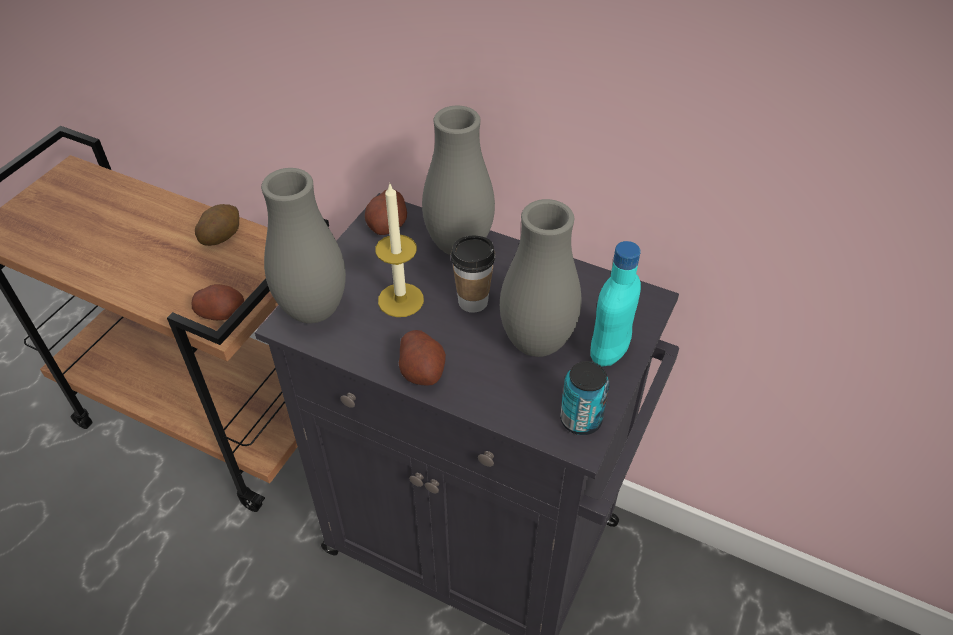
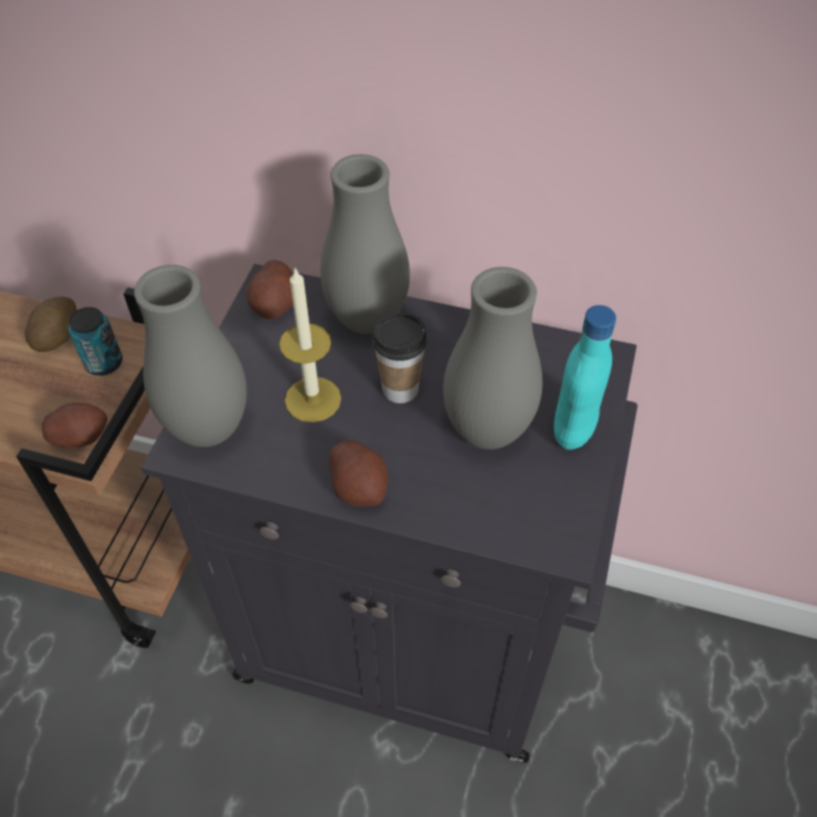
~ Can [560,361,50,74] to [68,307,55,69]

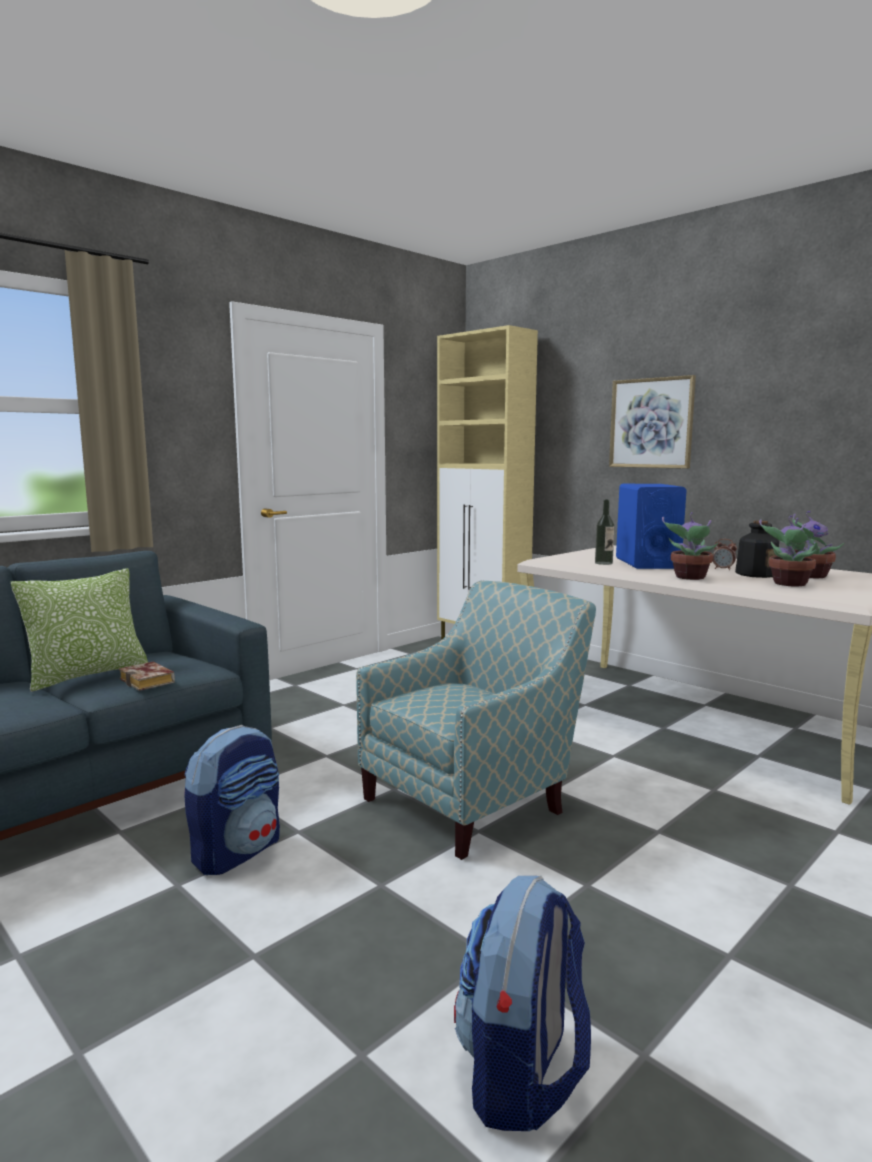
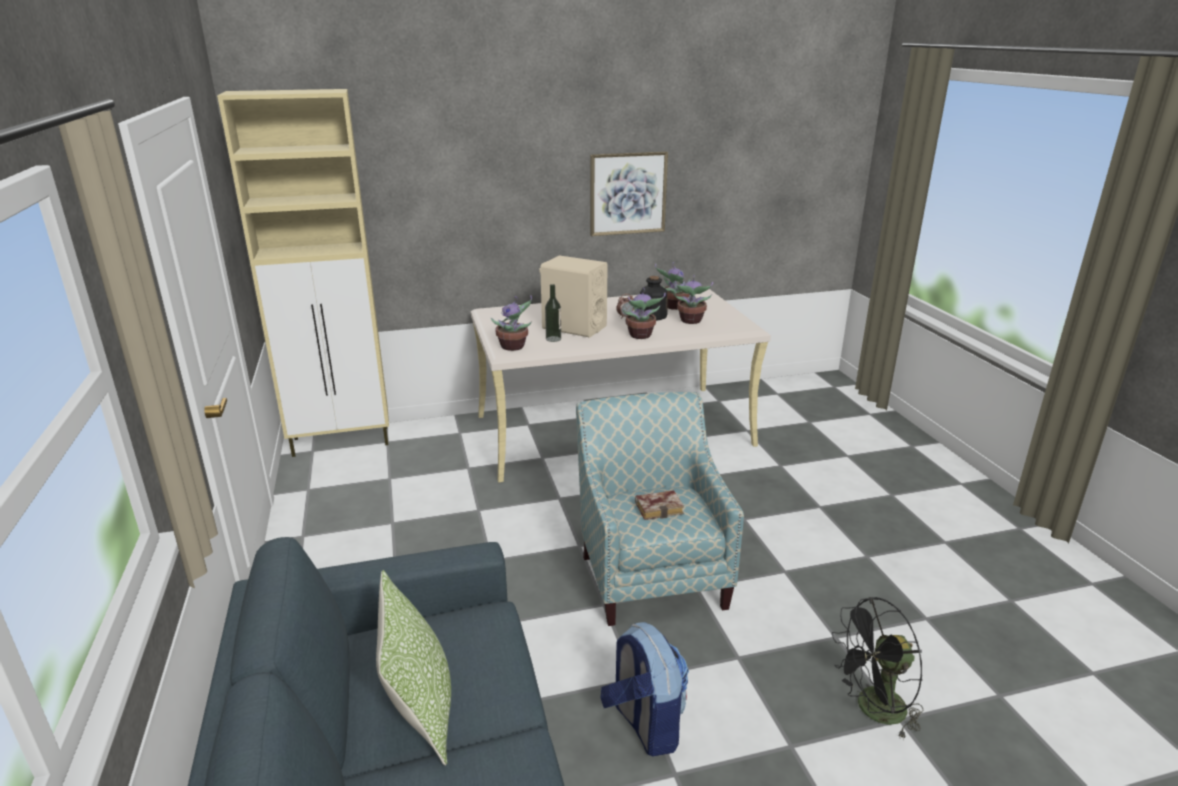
+ PottedPlant [491,295,41,56]
~ BlueSpeaker [616,484,71,85] to BeigeSpeaker [539,255,69,83]
~ Picture [609,375,87,94] to [590,151,78,85]
~ Book [119,661,56,30] to [635,490,49,30]
+ BlackFan [832,597,92,143]
- Backpack [454,876,137,255]

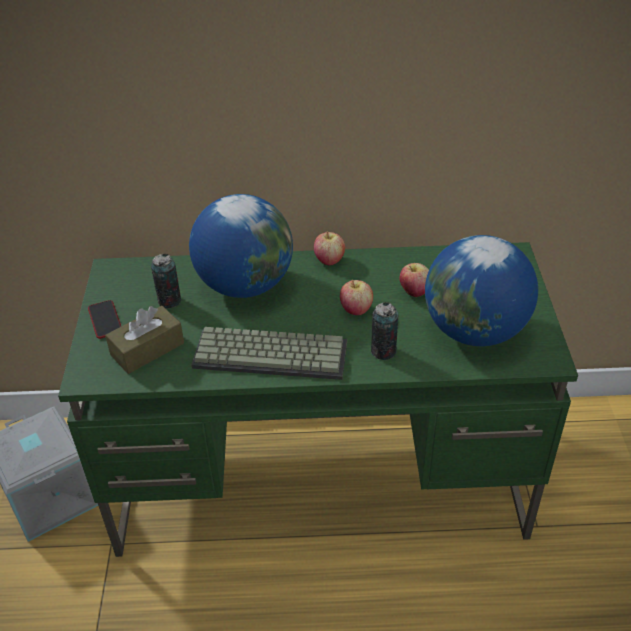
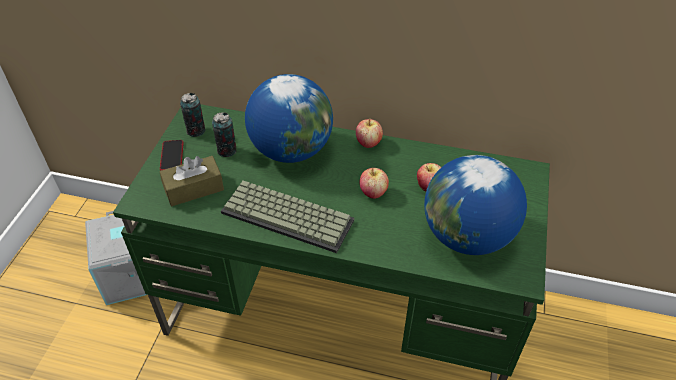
~ Can [371,302,27,58] to [180,93,25,44]

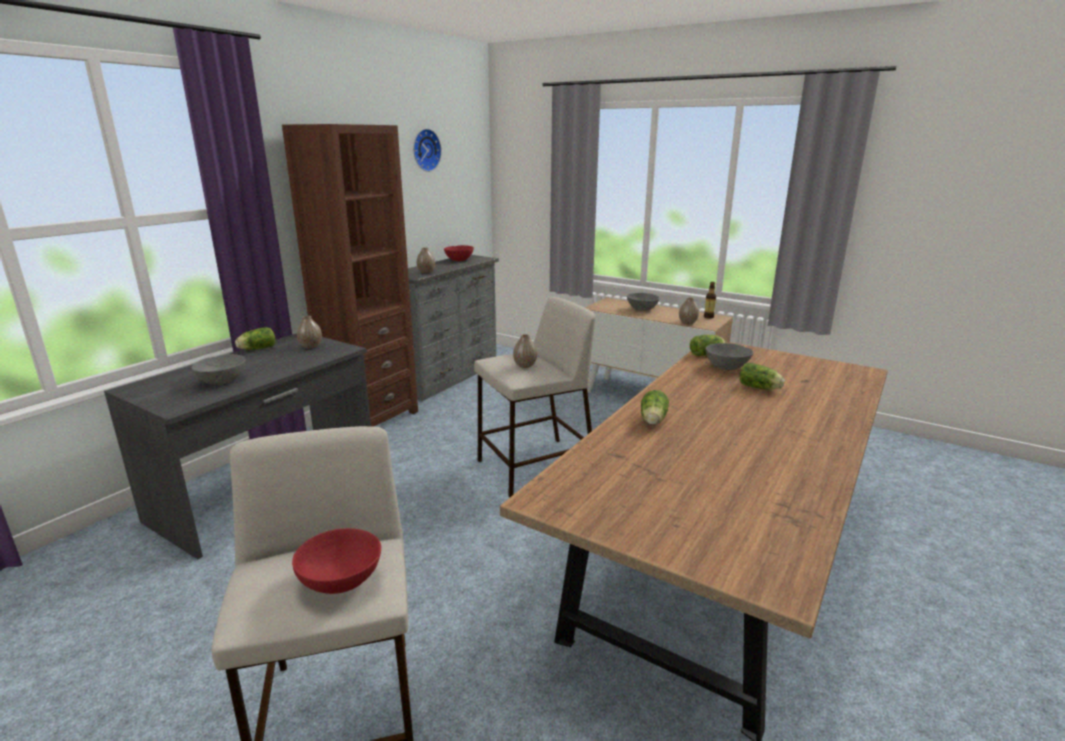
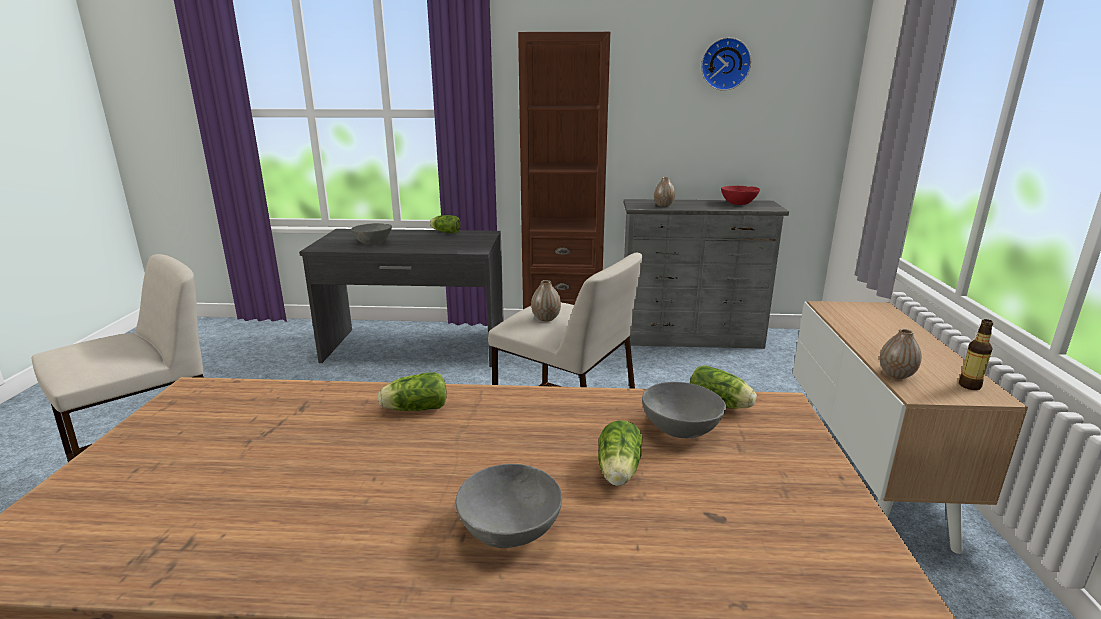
~ GreyBowl [627,293,32,18] to [456,464,106,84]
- RedBowl [292,528,89,66]
- Vase [297,316,25,32]

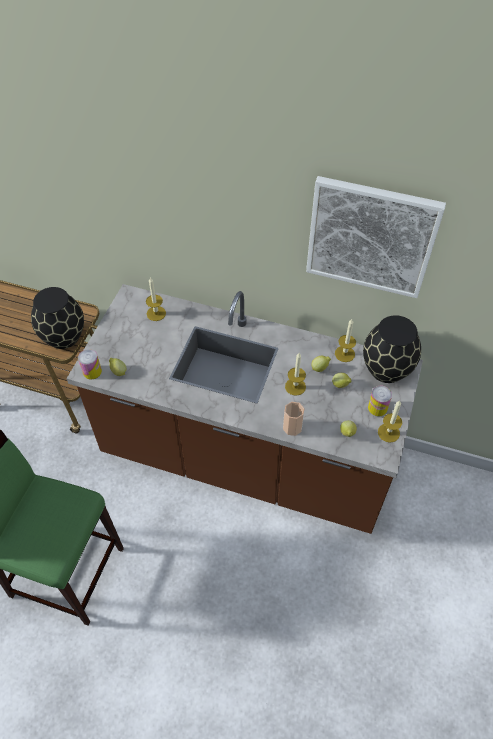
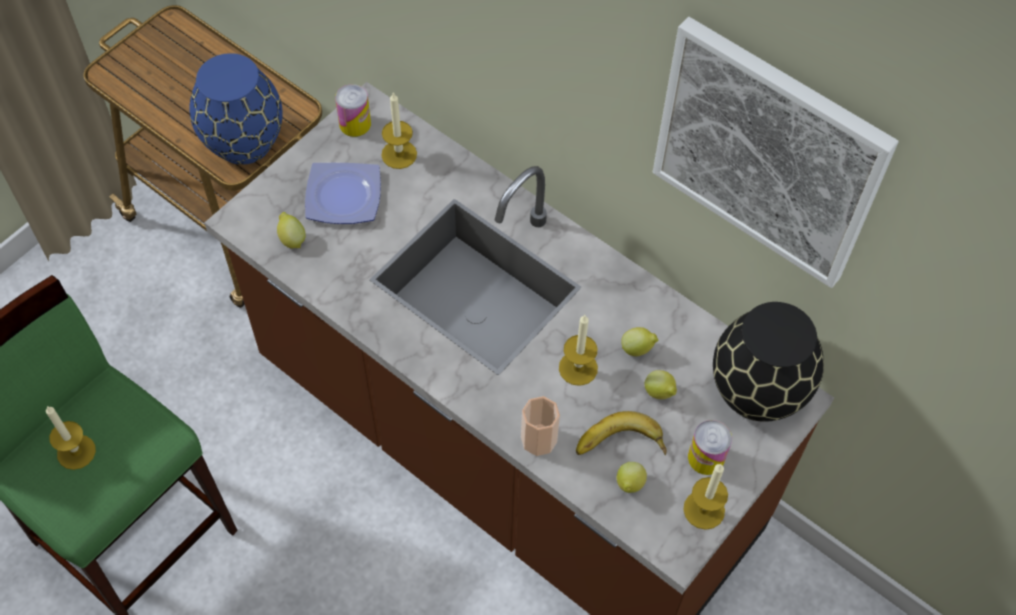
~ Candle [335,319,21,43] to [46,406,50,64]
~ BlackVase [31,287,53,62] to BlueVase [189,53,94,112]
+ Plate [305,163,76,61]
~ Can [78,349,24,30] to [335,84,36,53]
+ Banana [576,411,91,44]

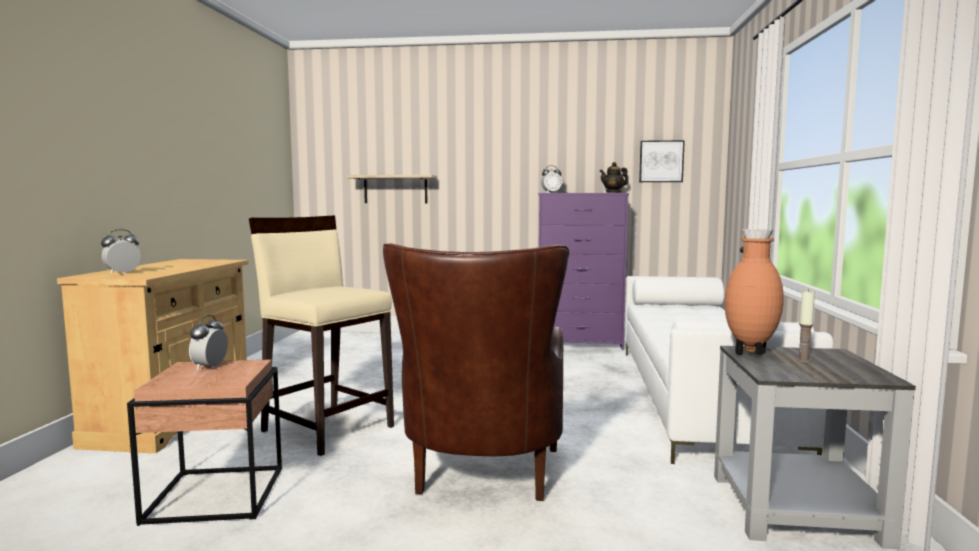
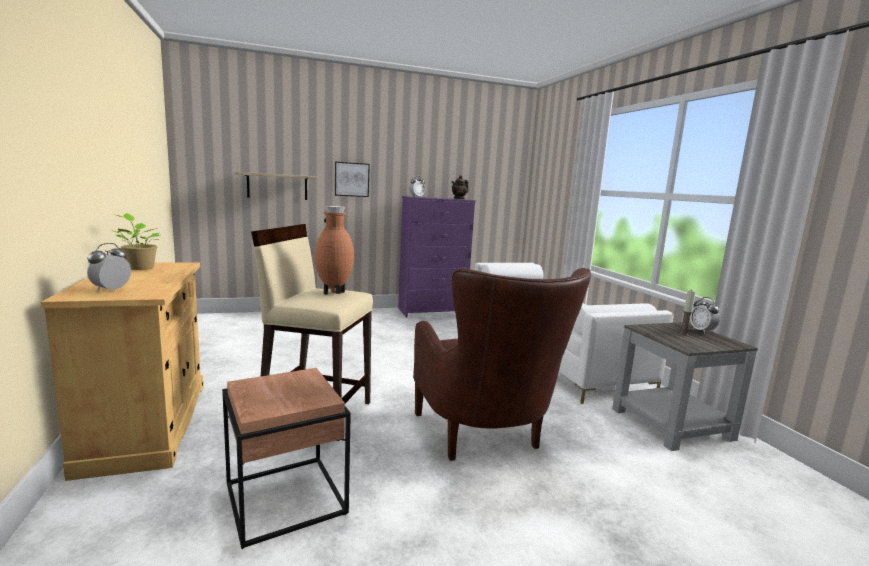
+ PottedPlant [110,213,51,57]
~ BrownVase [725,229,59,126] to [315,206,39,89]
~ Picture [639,140,46,42] to [335,162,35,35]
~ AlarmClock [189,315,39,55] to [690,297,30,37]

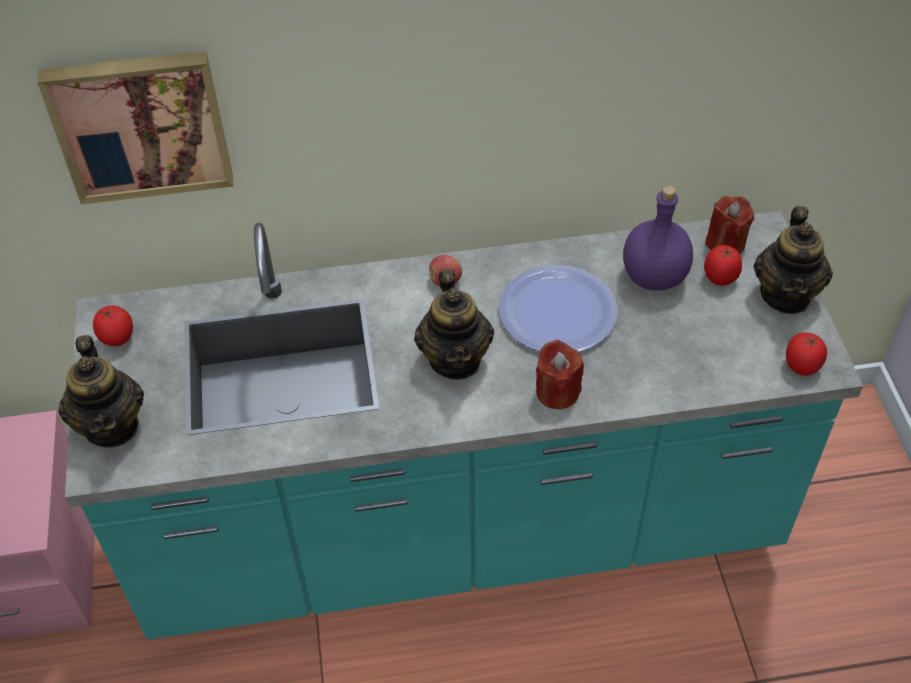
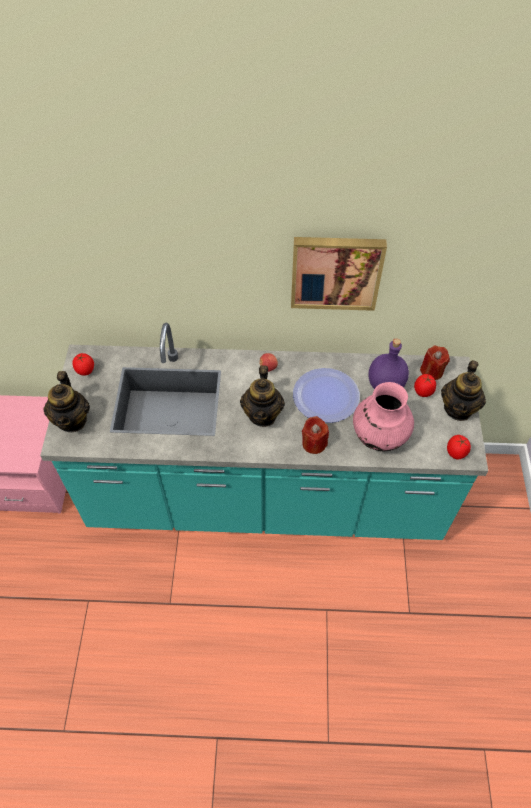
~ Picture [37,51,197,154] to [291,237,96,74]
+ PinkVase [353,382,61,69]

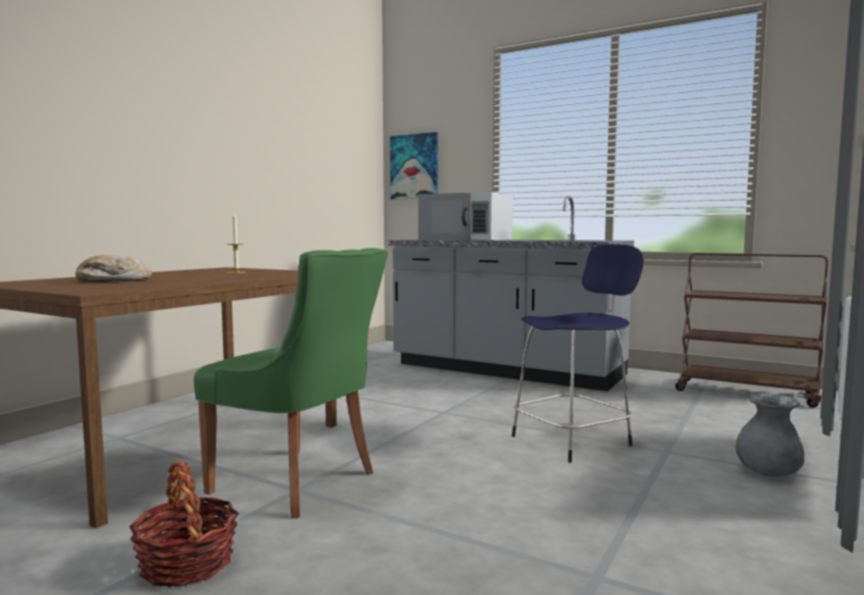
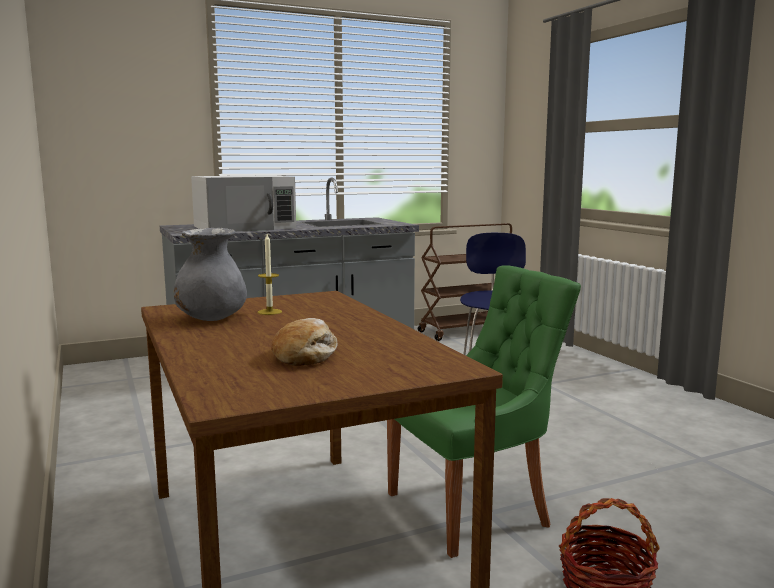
~ GreyVase [736,393,69,84] to [174,228,73,93]
- Picture [390,132,48,68]

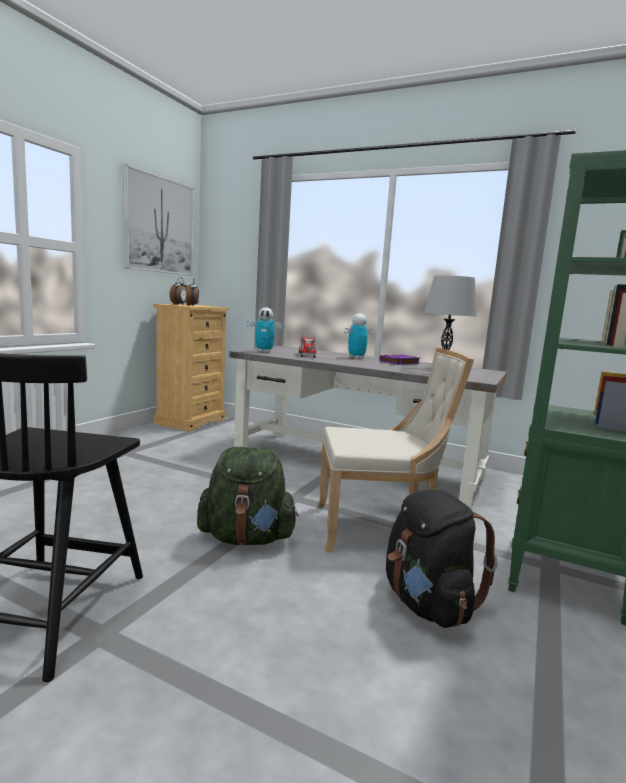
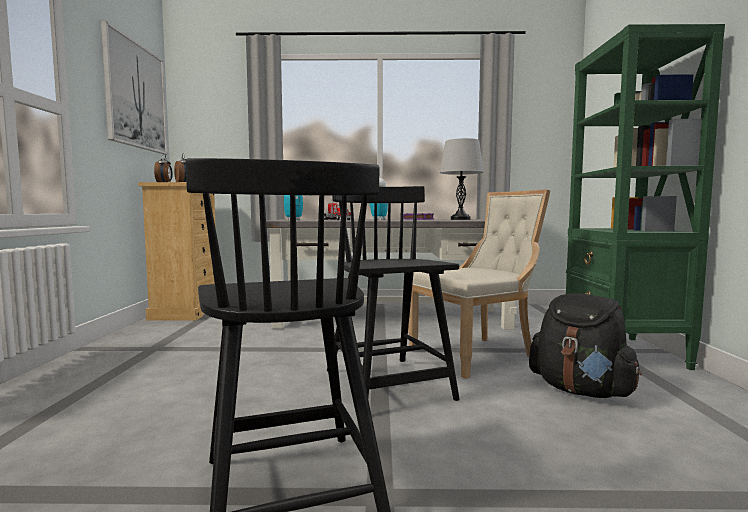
~ GreenBackpack [197,447,102,98] to BlackChair [327,186,133,215]

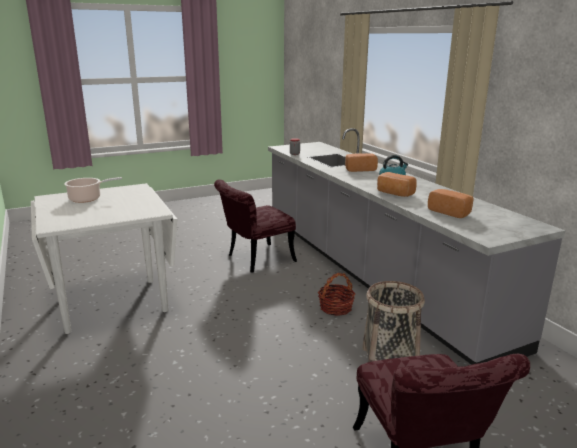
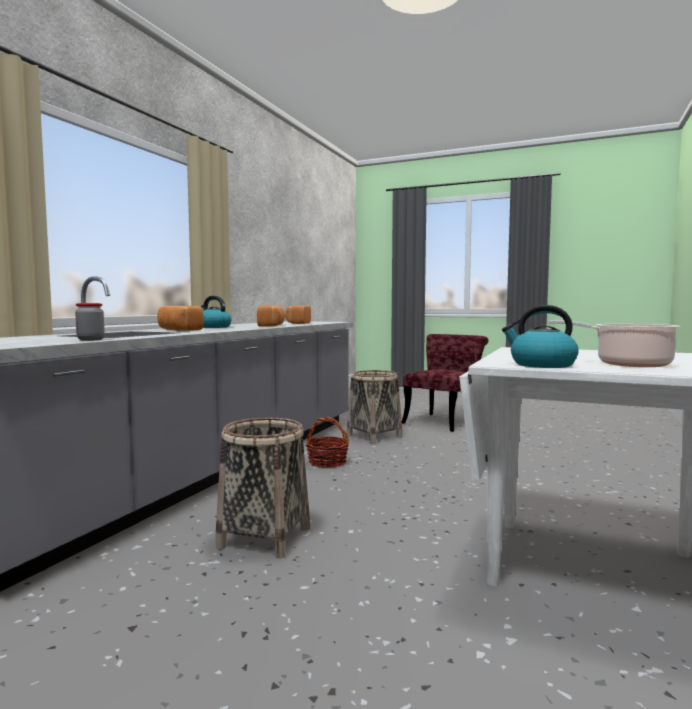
~ RedChair [214,179,83,94] to Basket [215,418,95,141]
+ Kettle [502,305,77,63]

